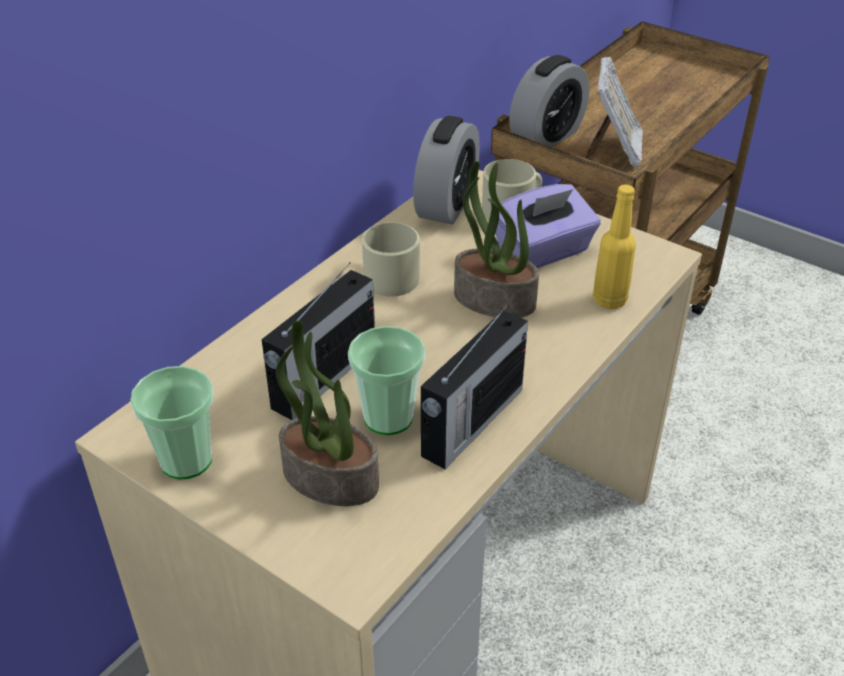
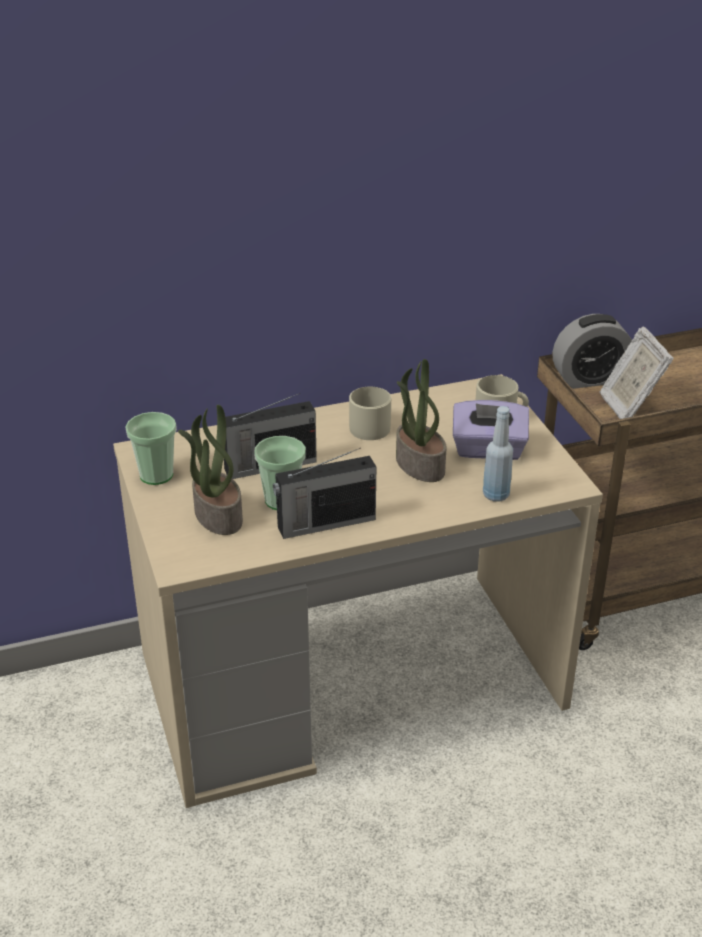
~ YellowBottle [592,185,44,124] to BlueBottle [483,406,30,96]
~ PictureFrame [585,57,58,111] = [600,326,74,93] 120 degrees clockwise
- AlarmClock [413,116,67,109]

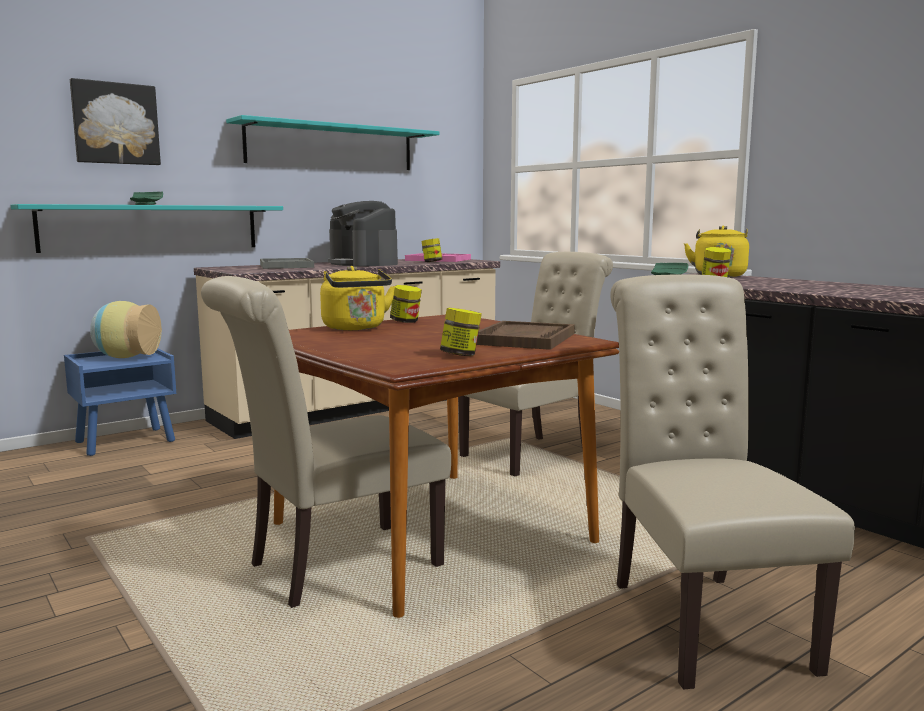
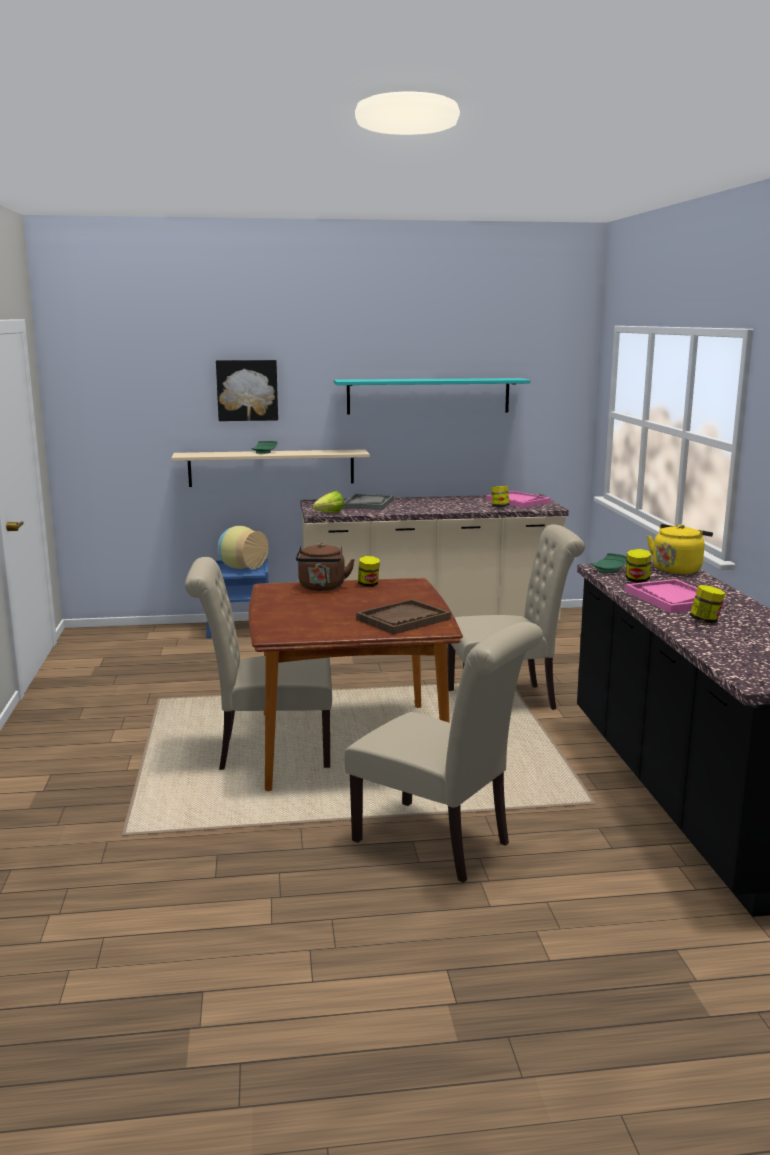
~ TurquoiseShelf [11,204,272,49] to BeigeShelf [171,449,199,38]
~ YellowKettle [320,266,75,64] to BrownKettle [296,543,59,48]
+ Lettuce [313,491,31,22]
~ BeigeChair [610,274,245,416] = [344,622,199,261] 105 degrees clockwise
+ PinkTray [625,579,100,34]
~ Jar [440,308,42,48] to [690,585,36,38]
- CoffeeMachine [328,201,70,66]

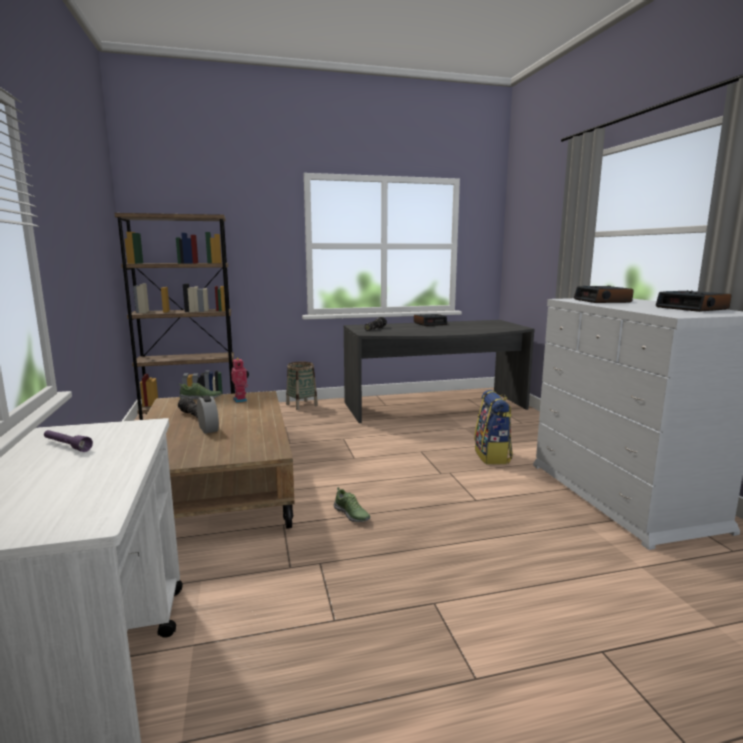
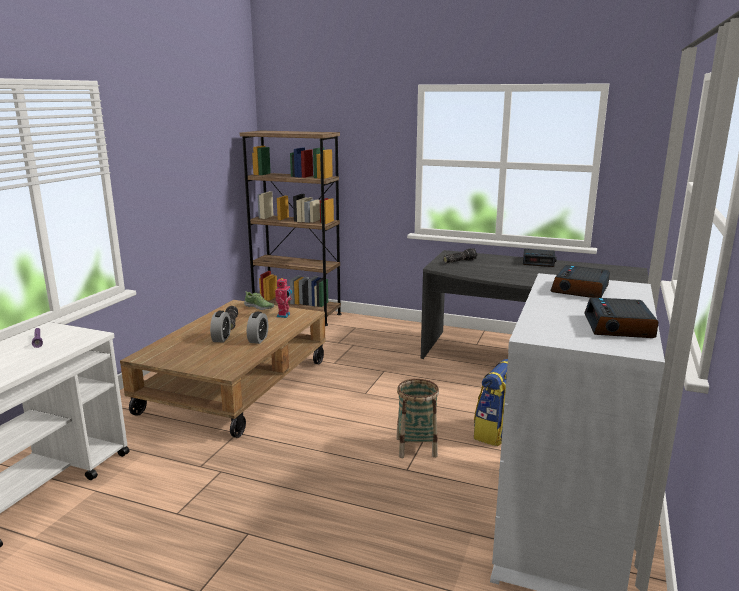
+ AlarmClock [247,312,21,32]
~ Basket [286,362,32,48] to [396,379,43,79]
- Shoe [333,487,37,35]

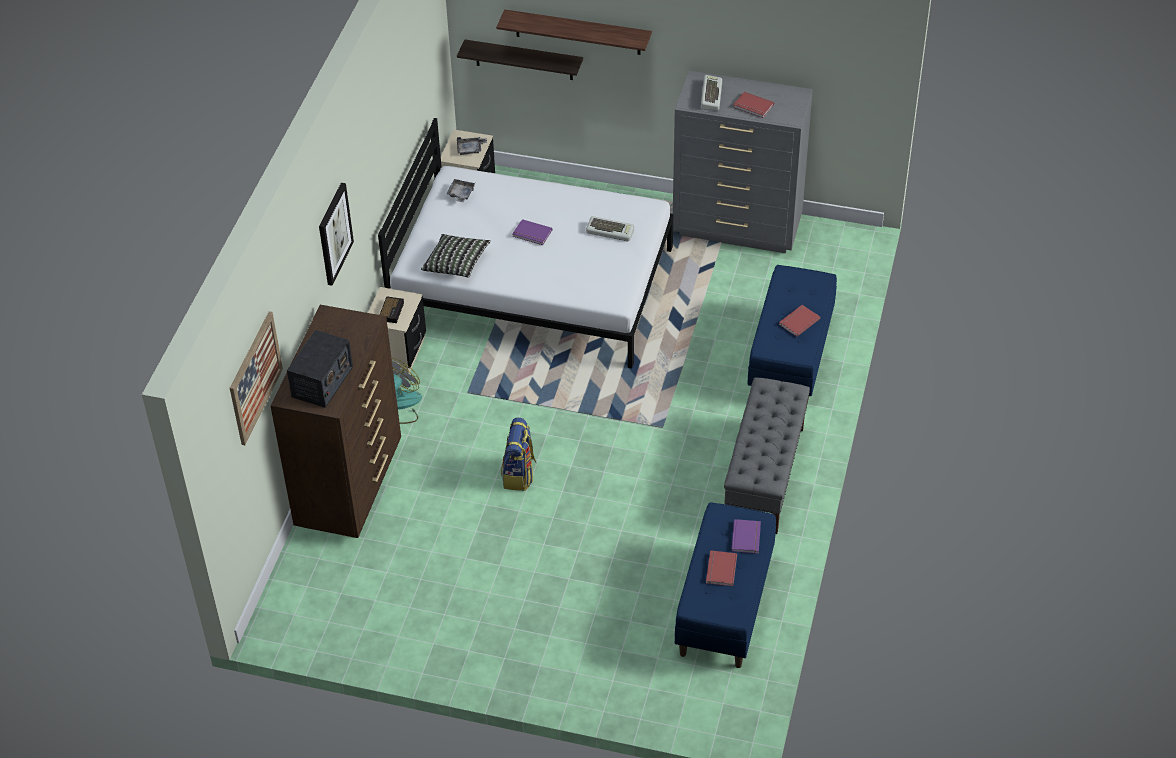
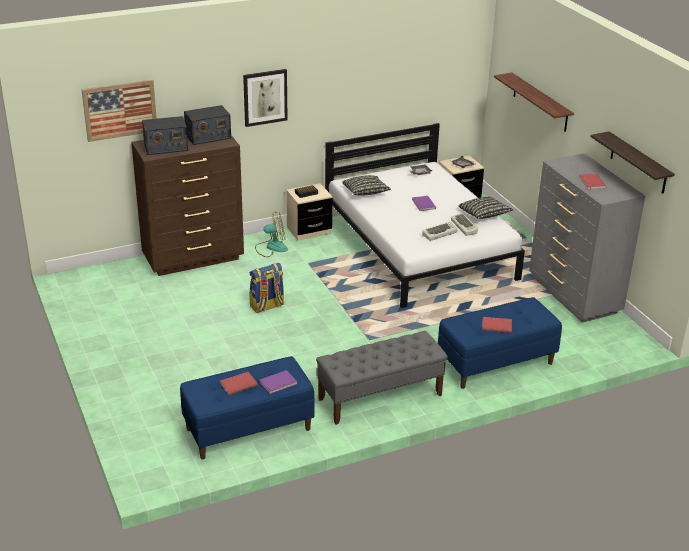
+ Radio [184,105,47,40]
~ Keyboard [701,75,21,35] to [422,222,36,19]
+ Pillow [458,197,55,22]
~ Shelf [457,40,126,40] to [591,131,84,63]

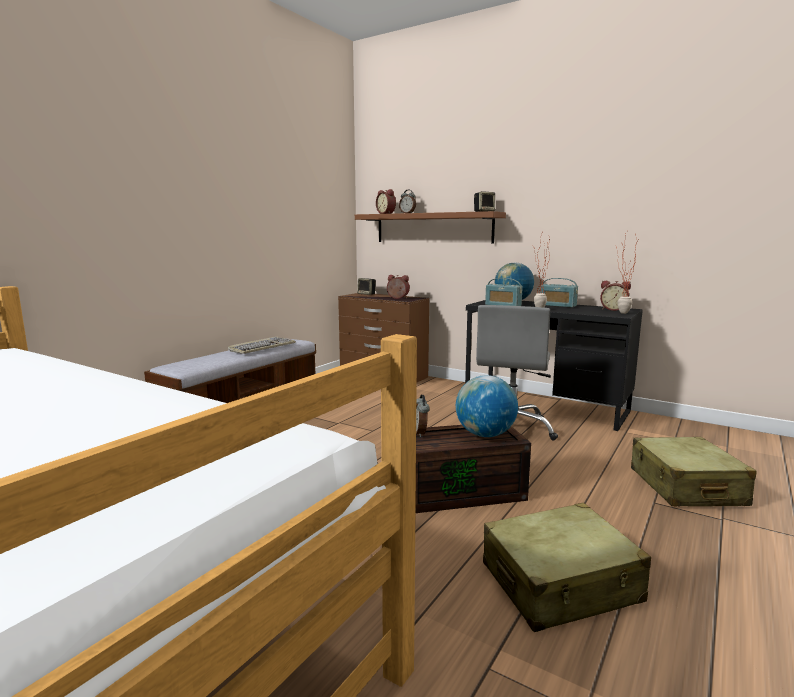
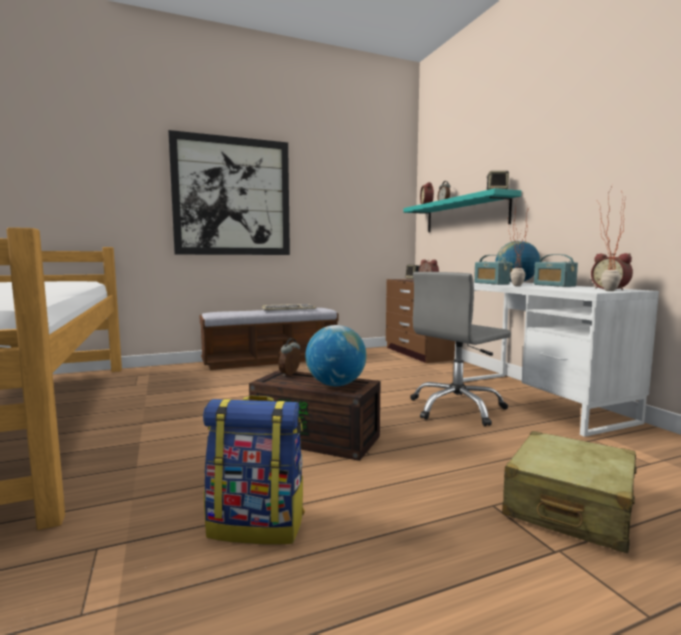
+ Picture [168,130,122,125]
~ BeigeSuitcase [483,503,168,129] to Backpack [203,395,102,150]
~ BrownShelf [355,211,151,32] to TurquoiseShelf [403,188,118,45]
~ BlackDesk [465,300,178,131] to WhiteDesk [455,282,204,155]

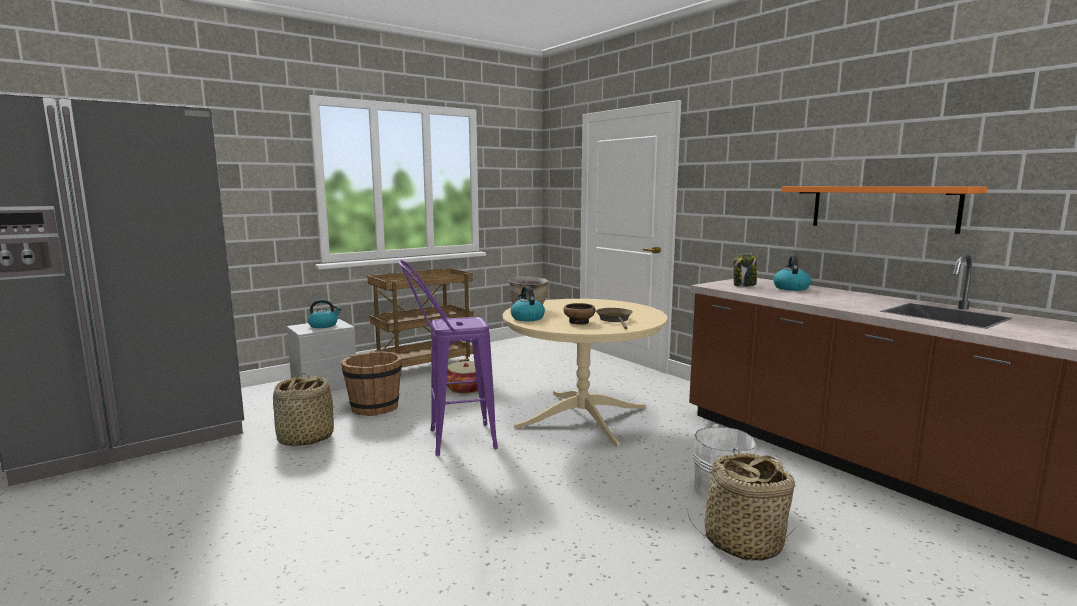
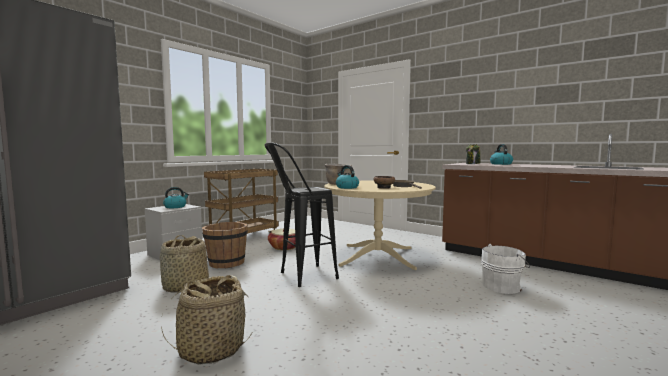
~ Basket [687,453,108,108] to [161,275,92,90]
~ PurpleStool [398,260,100,196] to BlackStool [264,142,75,145]
- OrangeShelf [781,186,206,48]

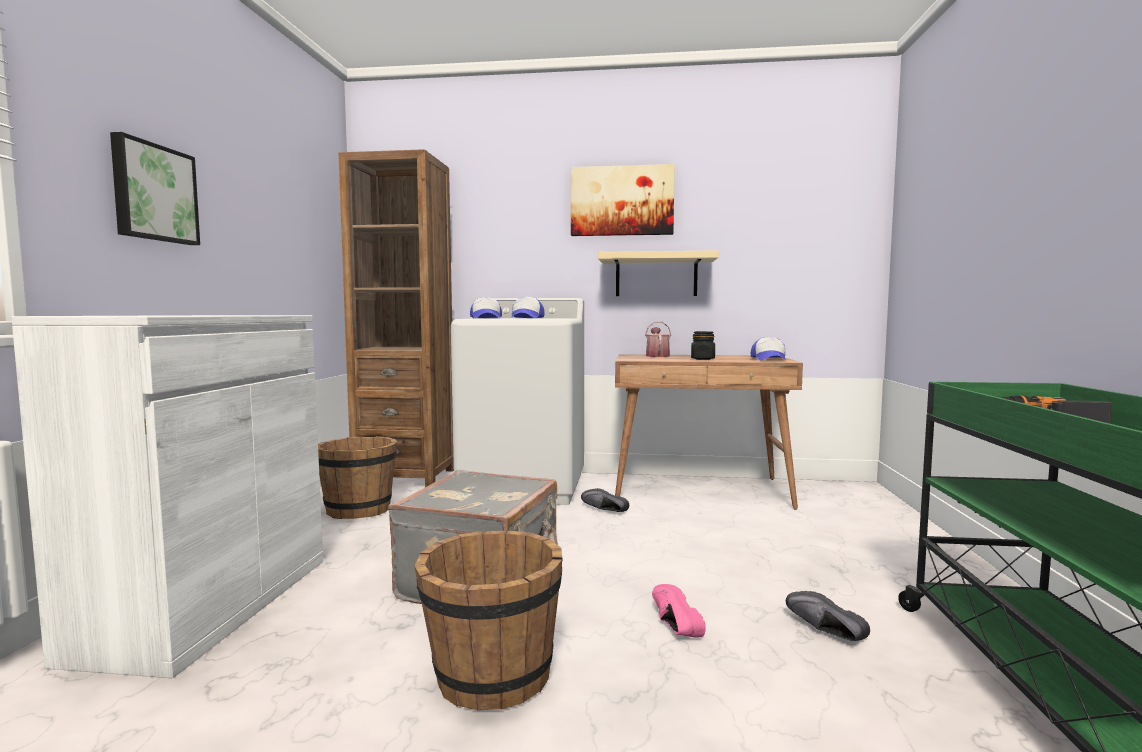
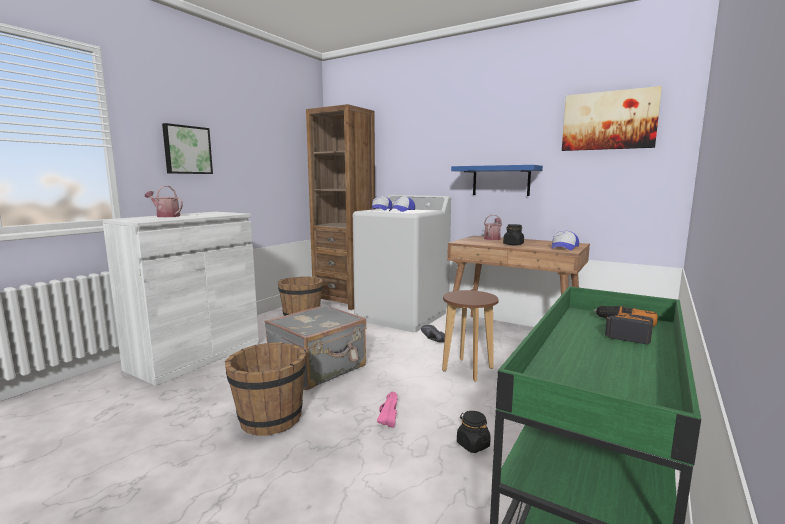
+ WateringCan [145,186,38,31]
+ BrownStool [442,290,57,92]
~ BeigeShelf [598,250,121,46] to BlueShelf [451,165,92,31]
~ BlackShoe [786,591,84,50] to BlackJar [457,411,34,42]
~ Picture [571,164,104,72] to [562,86,100,65]

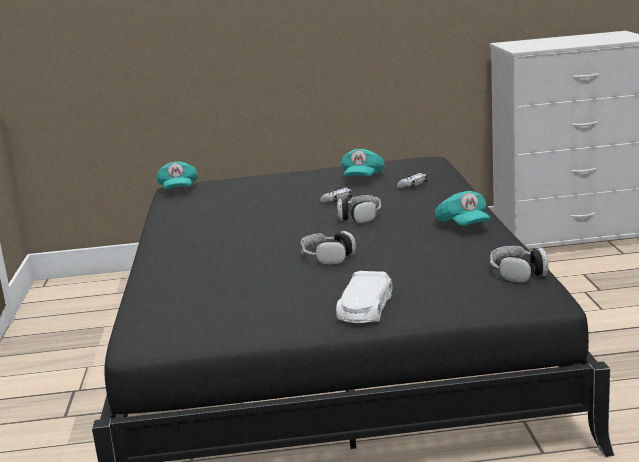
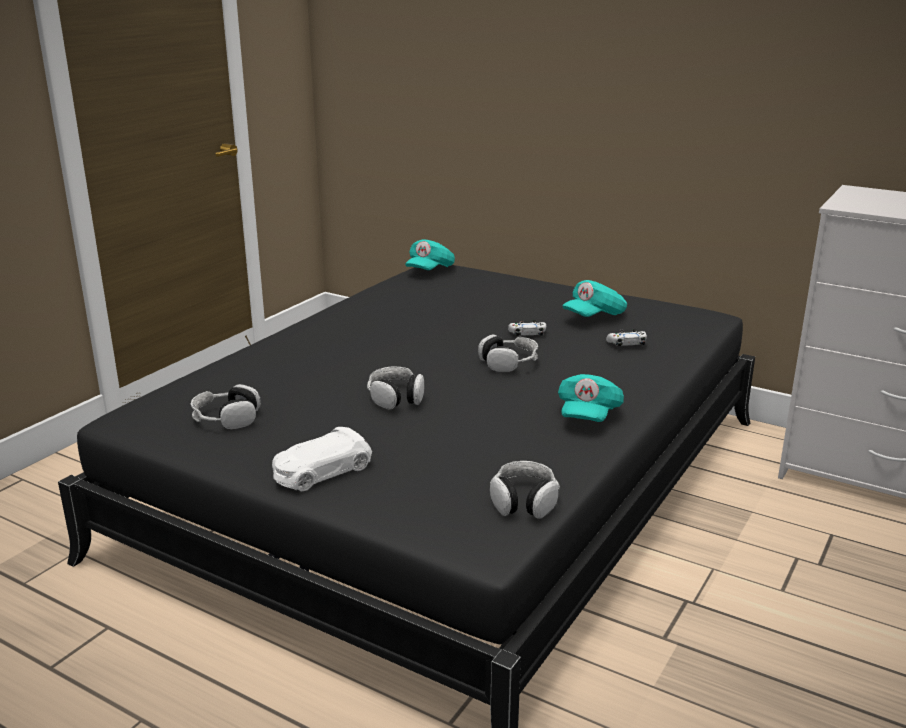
+ Headphones [190,384,71,46]

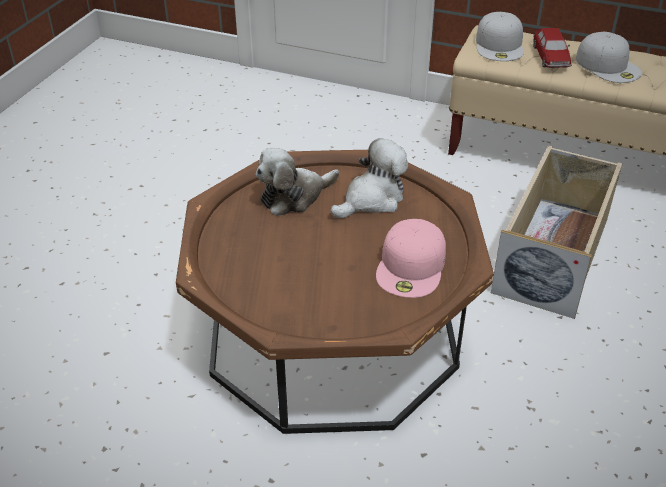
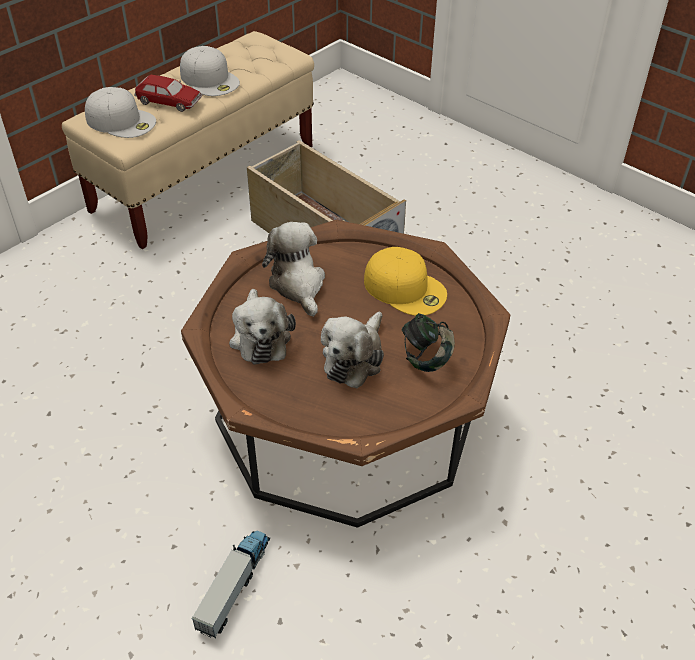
~ WhiteCap [576,32,66,51] = [180,46,60,50] 60 degrees clockwise
+ ToyTruck [191,530,79,108]
+ PlushToy [321,312,63,77]
~ PinkCap [376,219,70,79] to YellowCap [364,247,83,69]
+ Headphones [402,313,53,59]

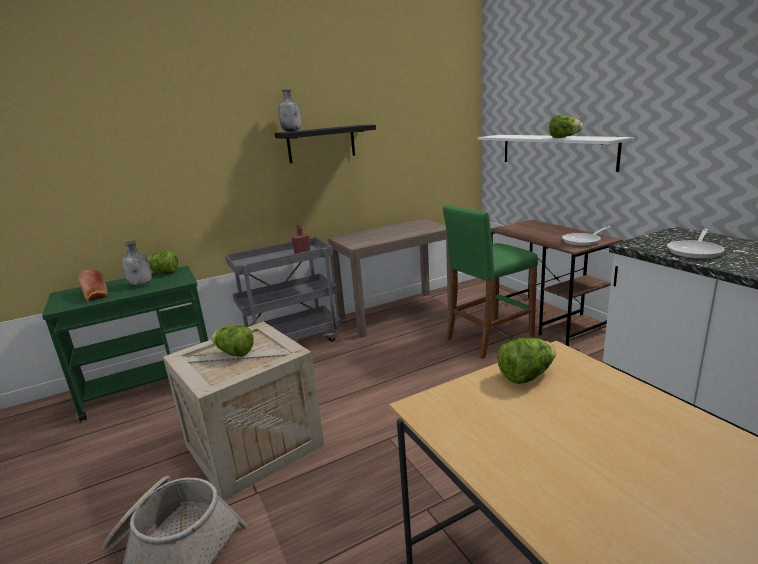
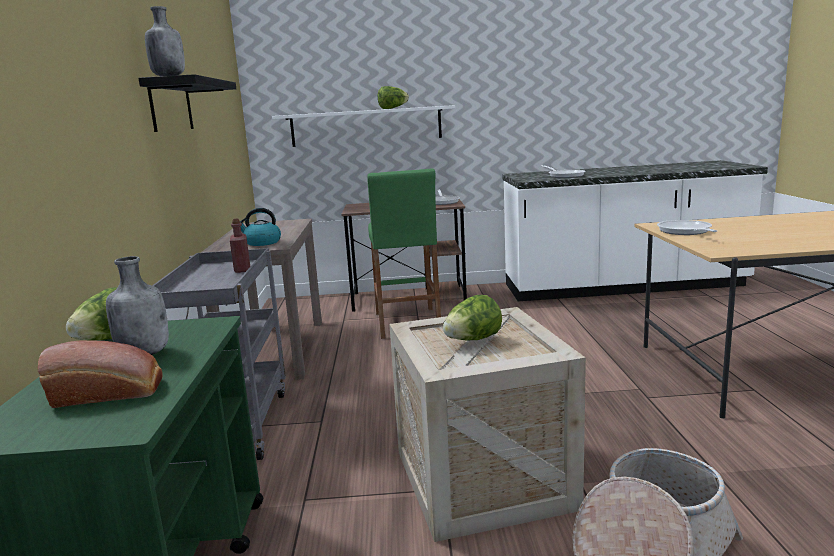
+ Kettle [240,208,41,38]
~ Lettuce [497,338,59,46] to FryingPan [657,220,60,15]

